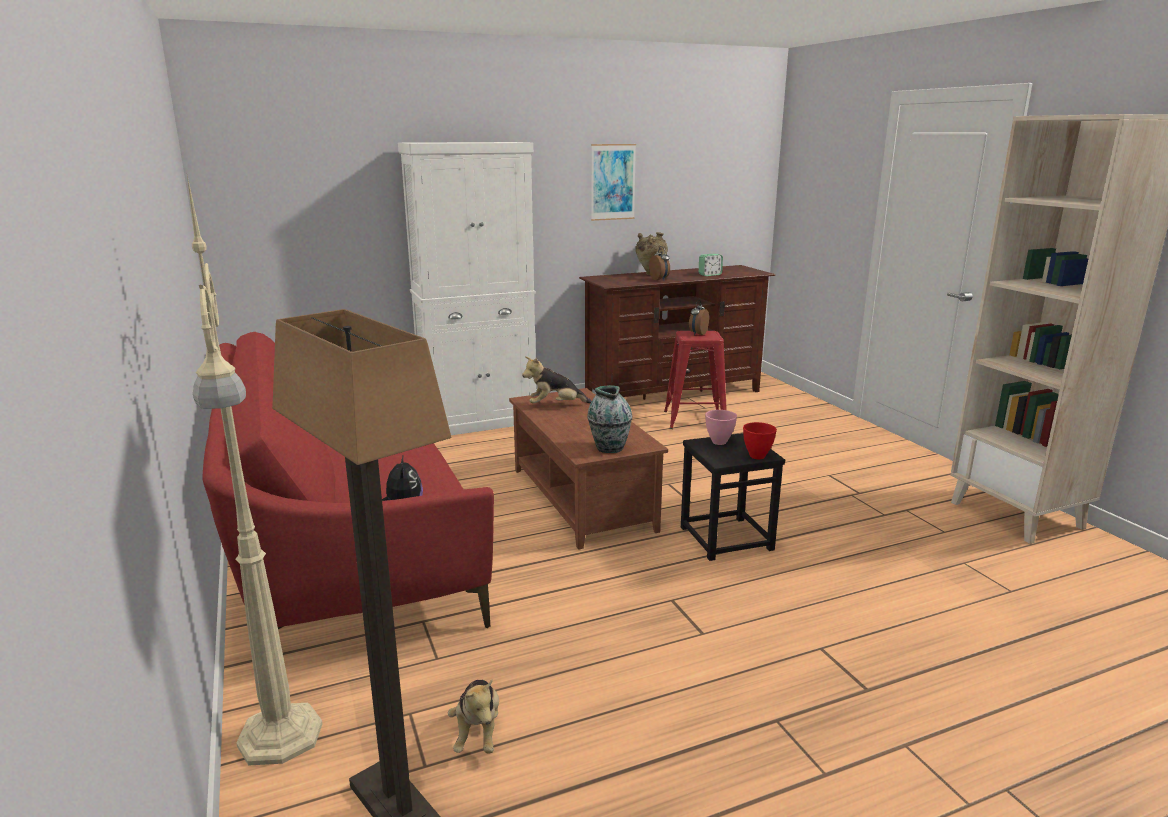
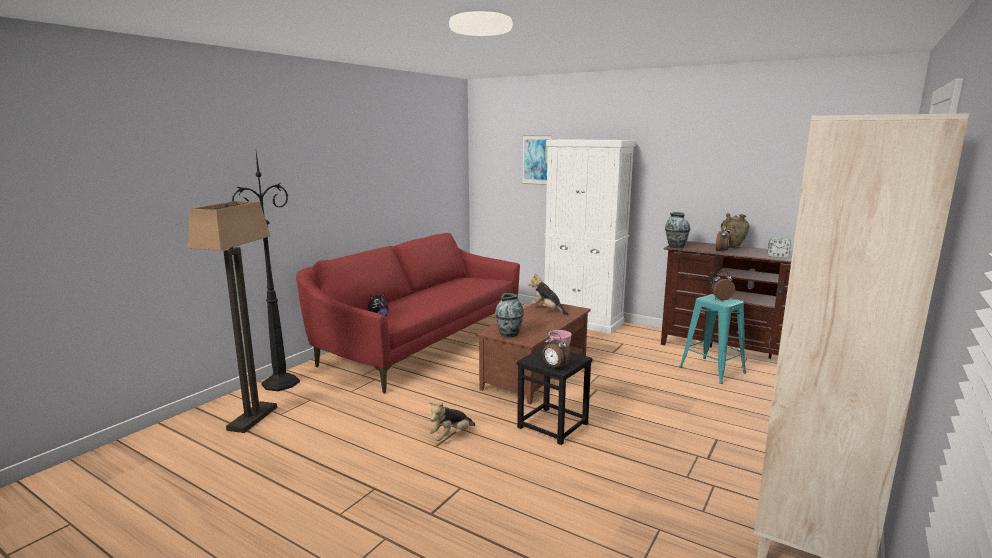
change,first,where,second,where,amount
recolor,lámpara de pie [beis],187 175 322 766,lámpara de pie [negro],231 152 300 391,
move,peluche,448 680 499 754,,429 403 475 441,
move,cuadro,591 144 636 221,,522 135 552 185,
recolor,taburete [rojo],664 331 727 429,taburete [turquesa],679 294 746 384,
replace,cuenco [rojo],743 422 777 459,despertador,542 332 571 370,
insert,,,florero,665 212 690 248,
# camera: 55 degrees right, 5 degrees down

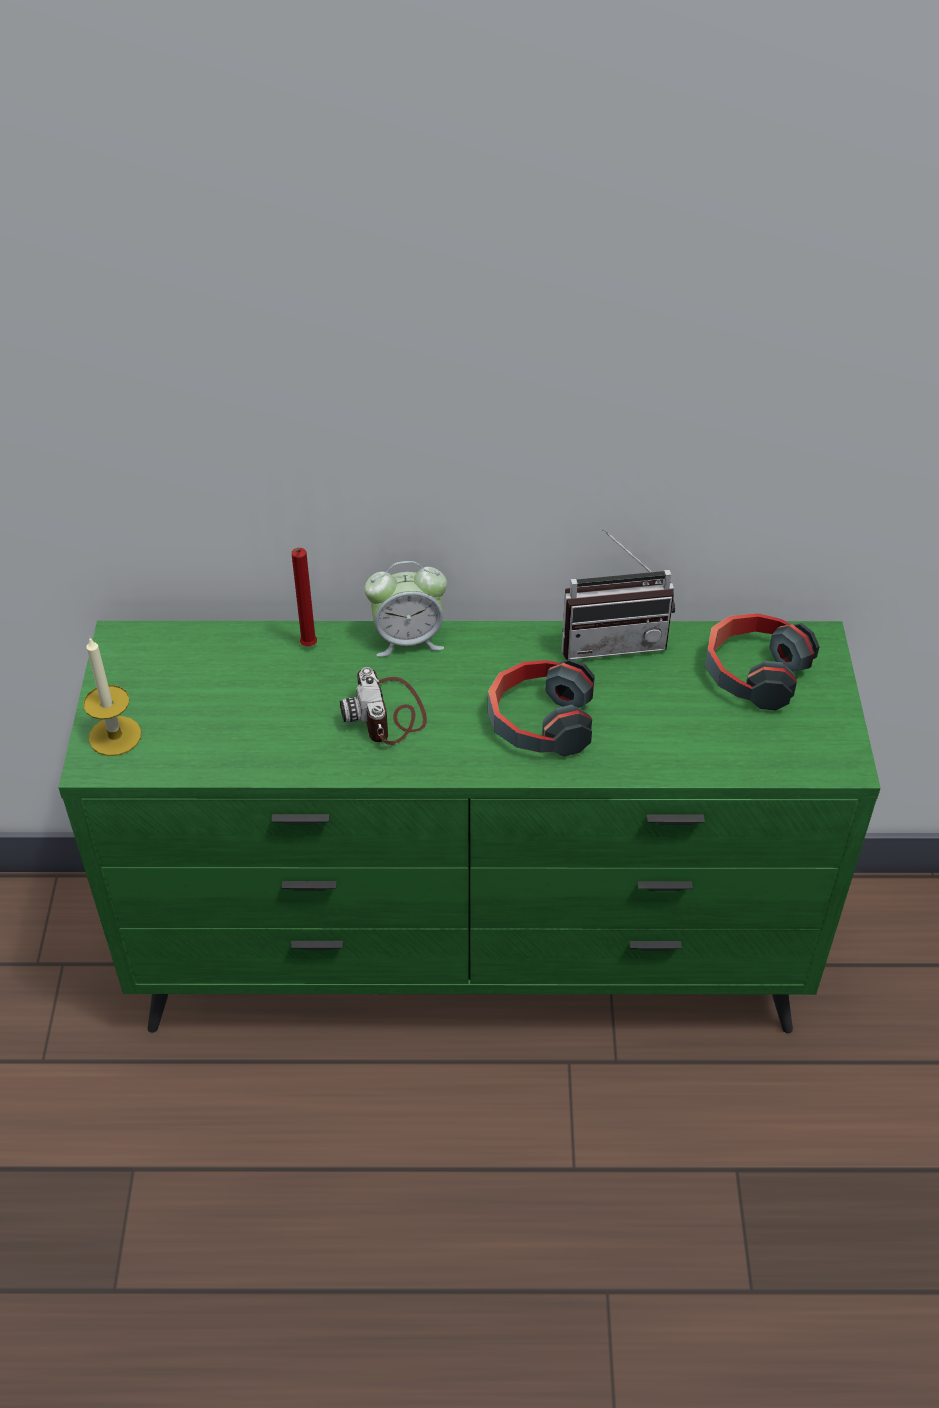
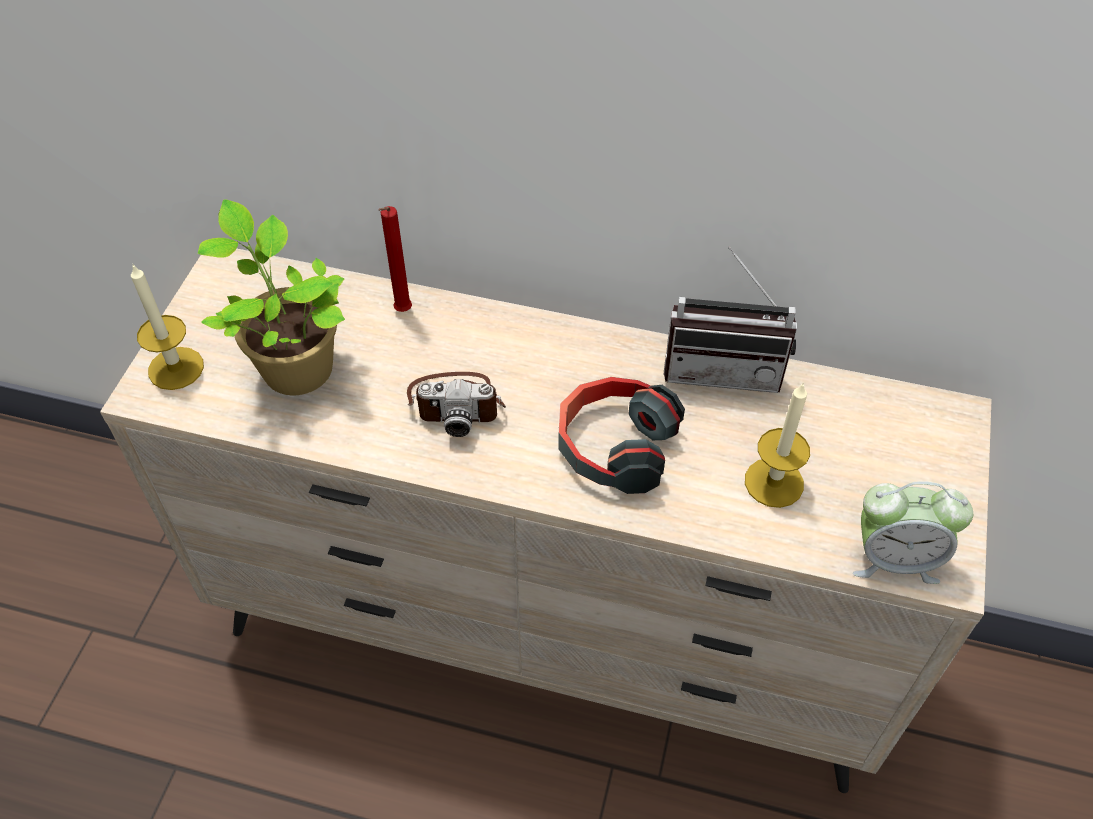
change,first,where,second,where,amount
recolor,cómoda [verde],58 621 881 1033,cómoda [beis],100 249 992 793,
rotate,cámara,340 667 427 745,,407 372 506 437,90 degrees counterclockwise
move,despertador,364 561 447 657,,853 481 973 584,
delete,auriculares,705 613 820 710,,,
insert,,,planta en maceta,198 199 345 395,
insert,,,vela,745 382 810 508,
# camera: 15 degrees right, 5 degrees up

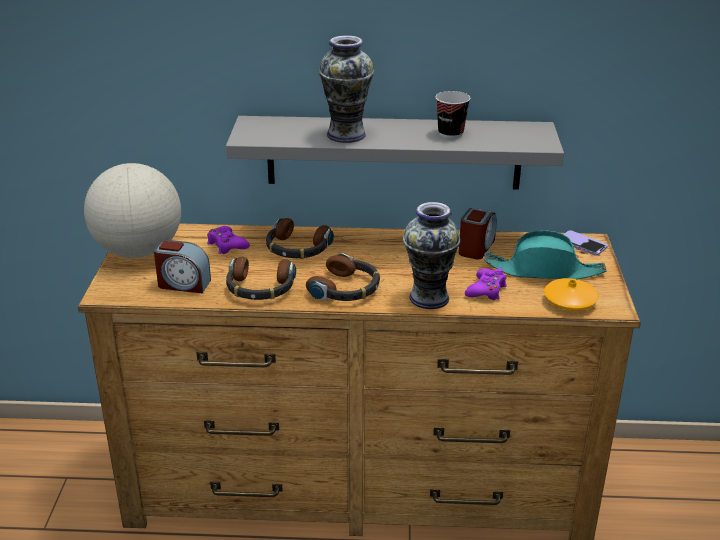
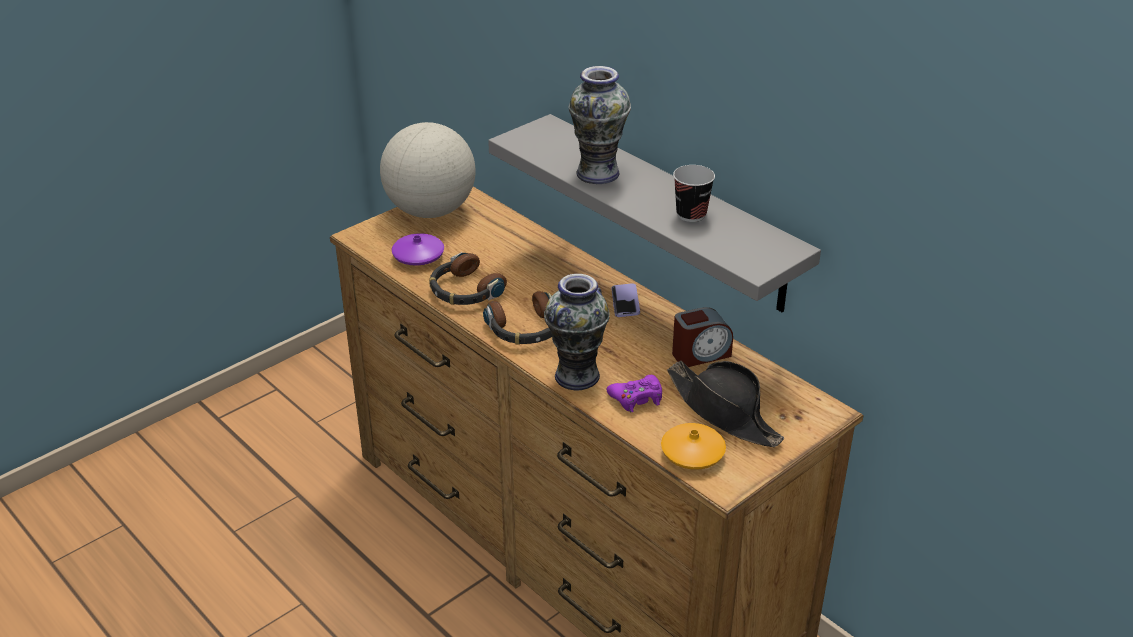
change,first,where,second,where,amount
replace,despertador,154 240 211 293,florero [morado],392 233 444 266,
delete,mando de consola [morado],207 226 250 254,,,
delete,auriculares,266 218 334 259,,,
recolor,sombrero [turquesa],484 230 607 279,sombrero [negro],667 361 784 447,
move,móvil,564 230 608 256,,611 283 640 317,
# camera: 45 degrees right, 5 degrees up

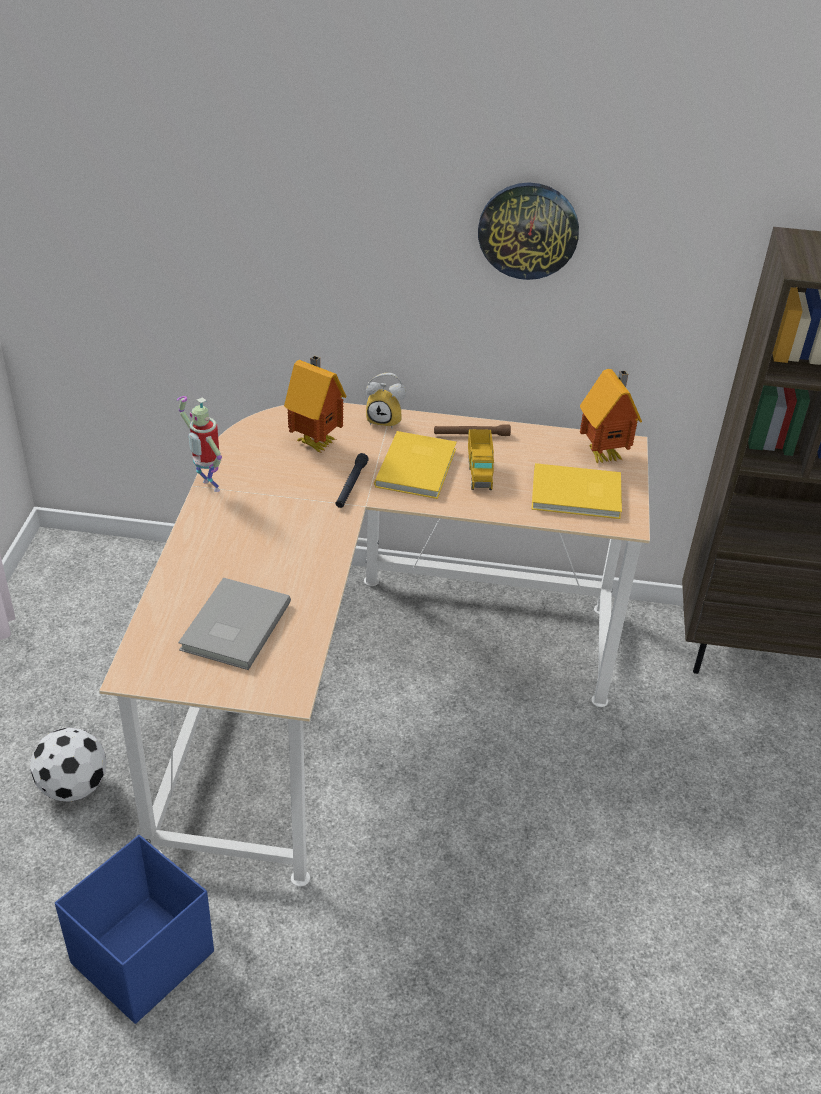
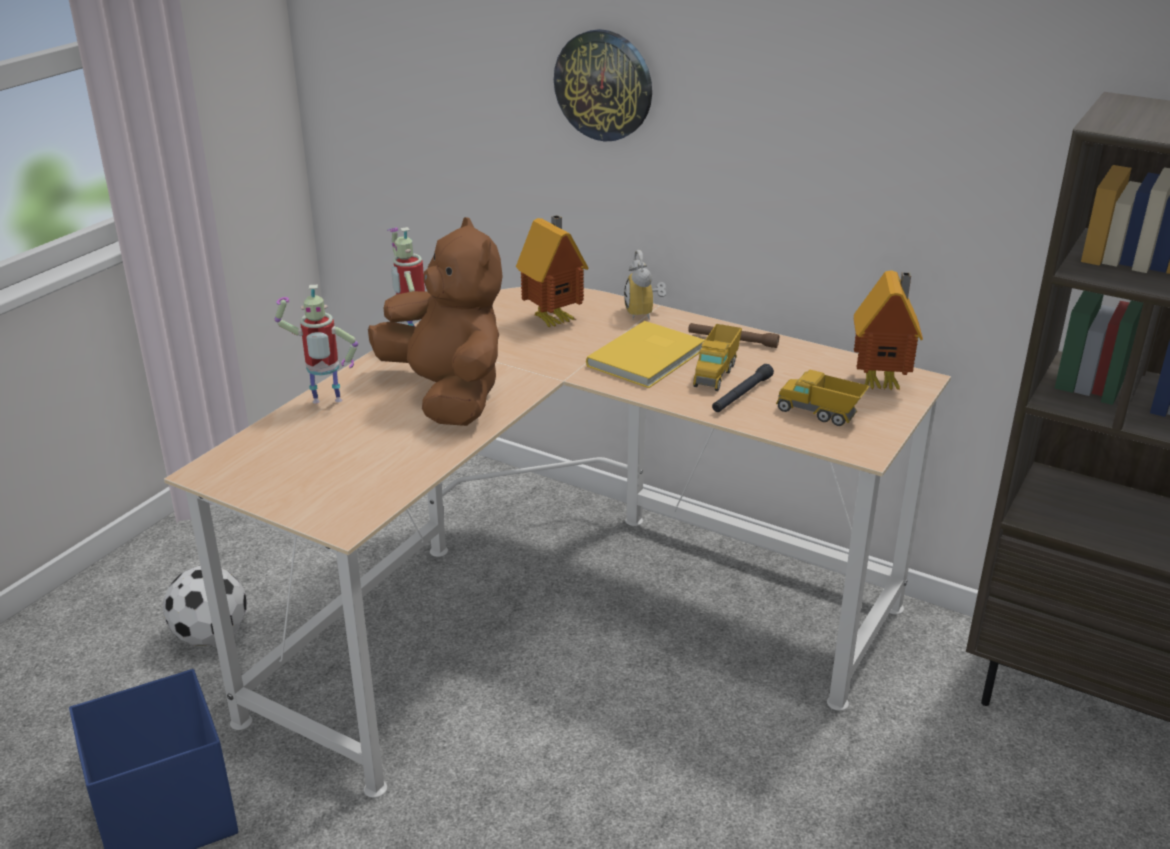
change,first,where,second,where,amount
delete,libro [gris],178 578 291 670,,,
move,linterna [negro],336 453 369 508,,712 364 774 412,
rotate,despertador,366 373 406 428,,624 250 666 321,45 degrees clockwise
move,reloj de pared,478 182 579 280,,554 29 652 141,
replace,libro [amarillo],531 463 622 519,camión de juguete,776 370 869 426,
insert,,,robot de juguete,275 285 358 404,
insert,,,peluche [marrón],368 217 503 426,
# camera: 25 degrees right, 10 degrees down

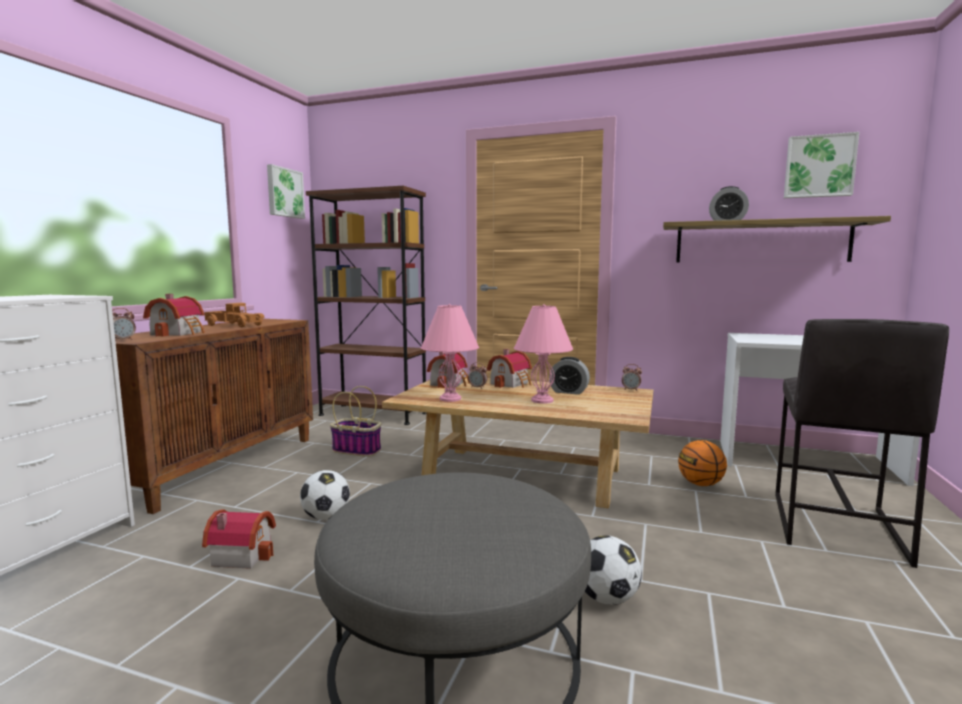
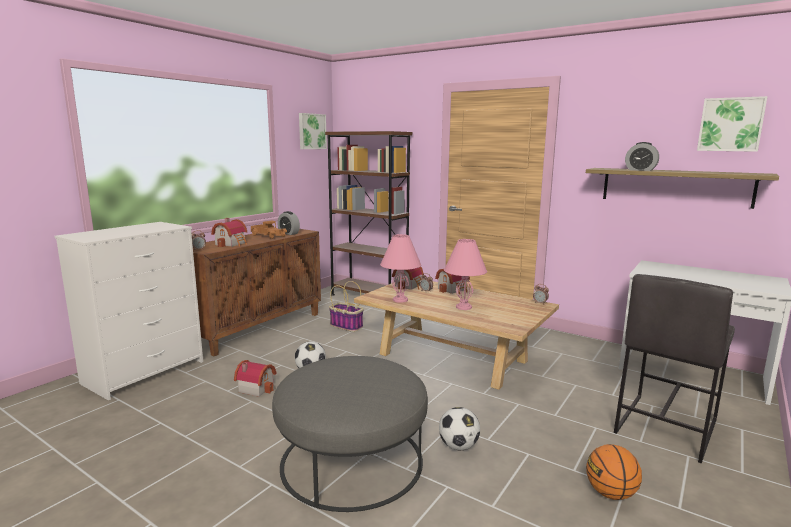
change,first,where,second,where,amount
move,despertador,549 357 590 395,,277 211 300 235,
move,balón de baloncesto,678 440 727 486,,586 444 642 500,
# camera: 15 degrees right, 5 degrees up

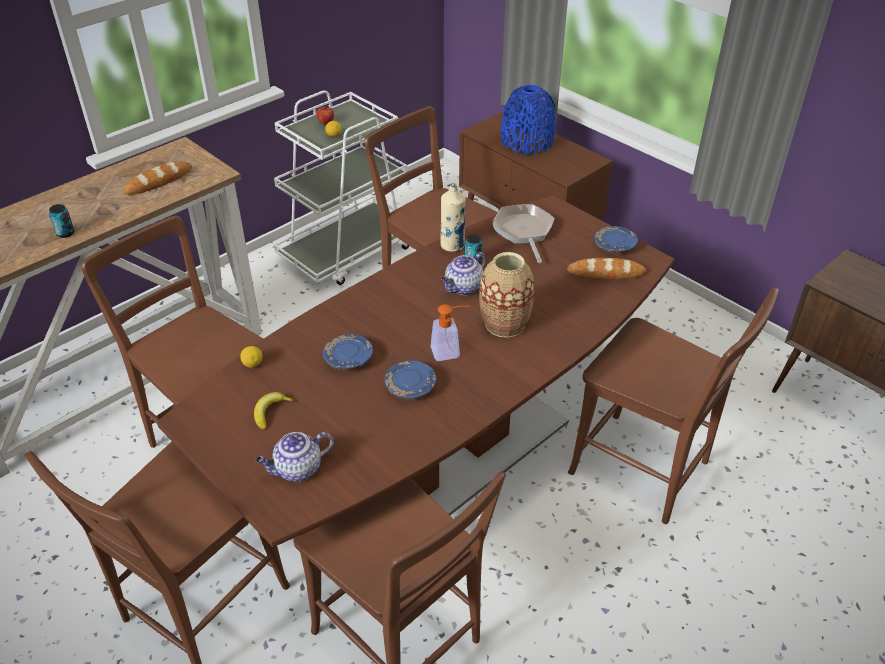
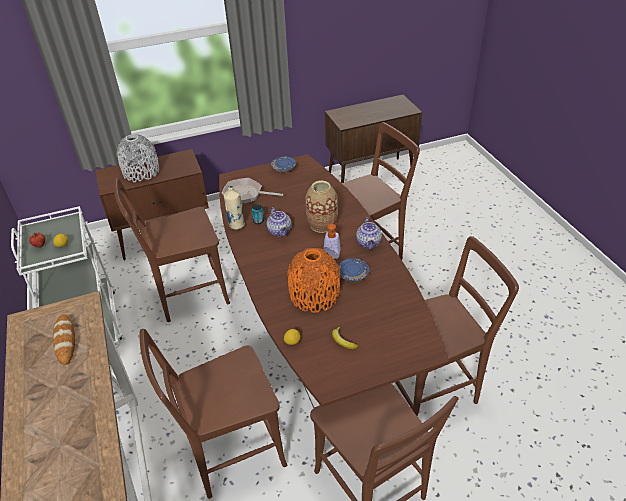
change,first,where,second,where,amount
delete,lata,49 204 75 238,,,
move,tetera,256 432 334 482,,356 217 382 249,
replace,plato [azul],323 334 373 370,florero [naranja],287 248 340 313,
recolor,florero [azul],501 85 556 155,florero [gris],116 134 159 182,
delete,pan,567 258 646 279,,,
# camera: 65 degrees left, 0 degrees up

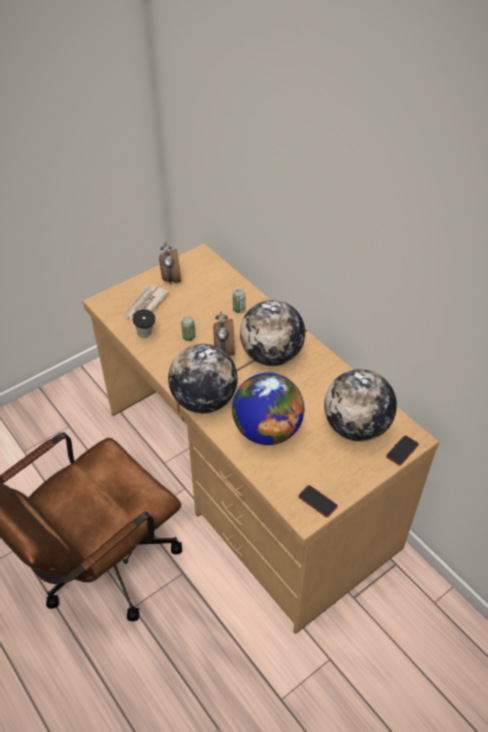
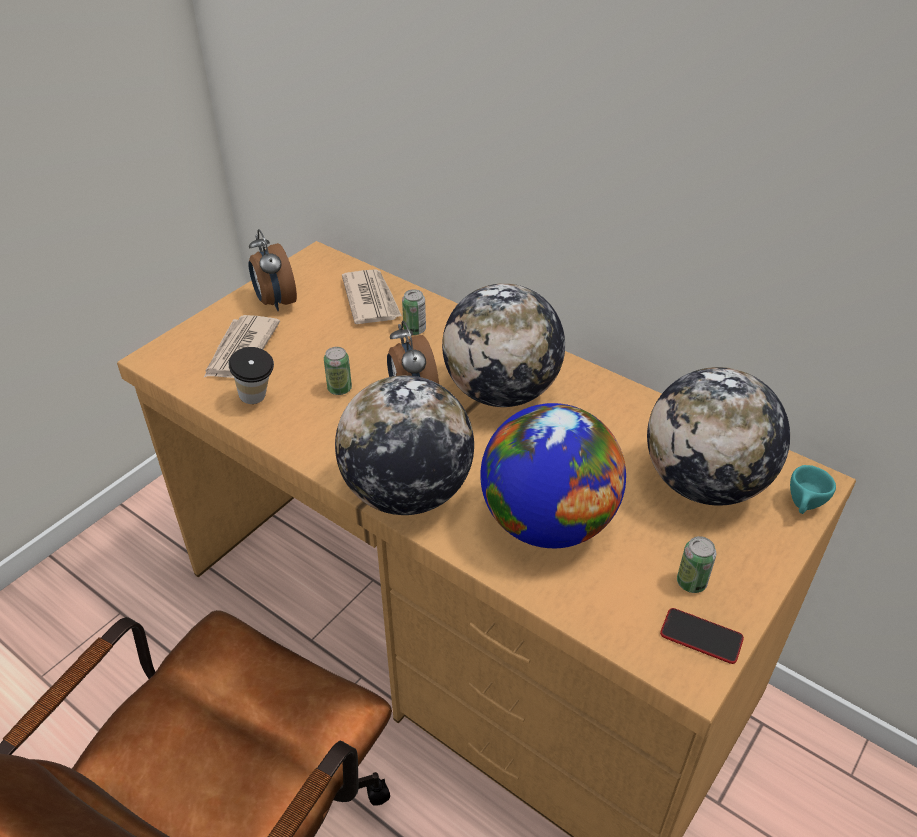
change,first,where,second,where,amount
replace,móvil,386 435 419 466,taza [turquesa],790 465 836 514,
insert,,,periódico,342 269 402 324,
insert,,,lata,677 536 716 593,
# camera: 15 degrees left, 5 degrees down

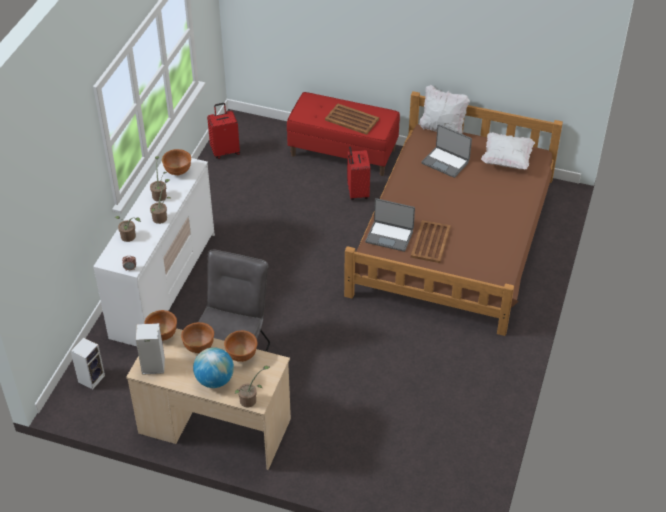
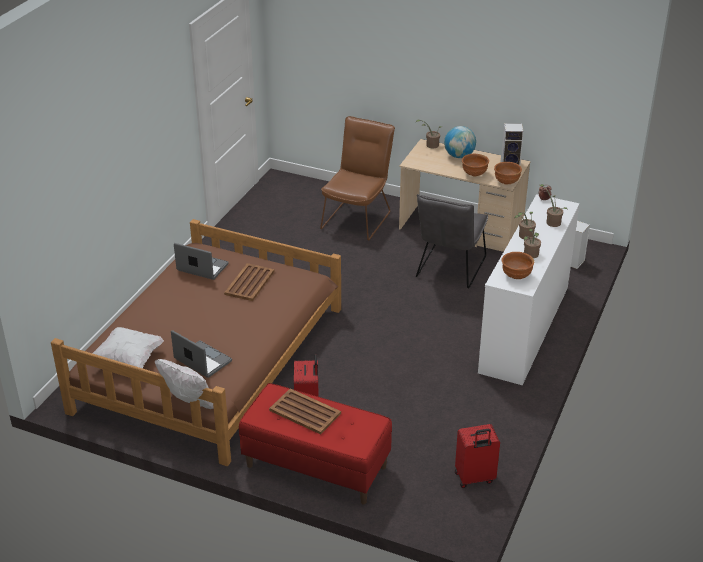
change,first,where,second,where,amount
delete,cuenco [marrón],224 330 257 362,,,
move,portátil,365 198 415 252,,174 243 228 280,
insert,,,silla [marrón],320 116 395 241,
# camera: 175 degrees left, 10 degrees down

